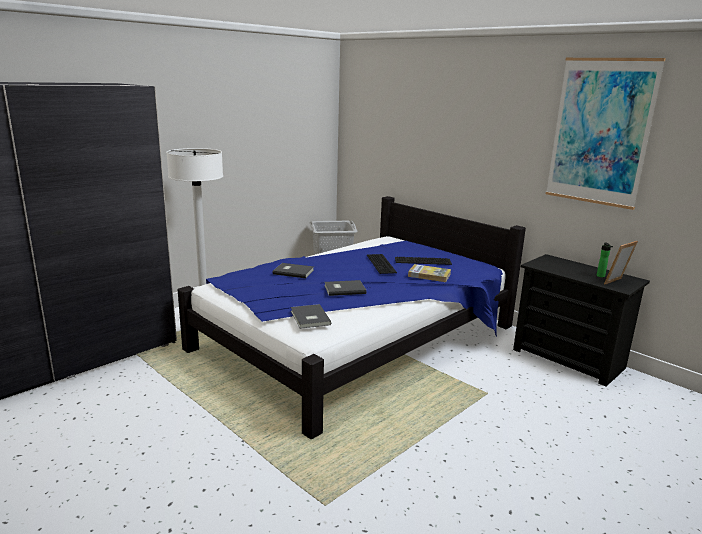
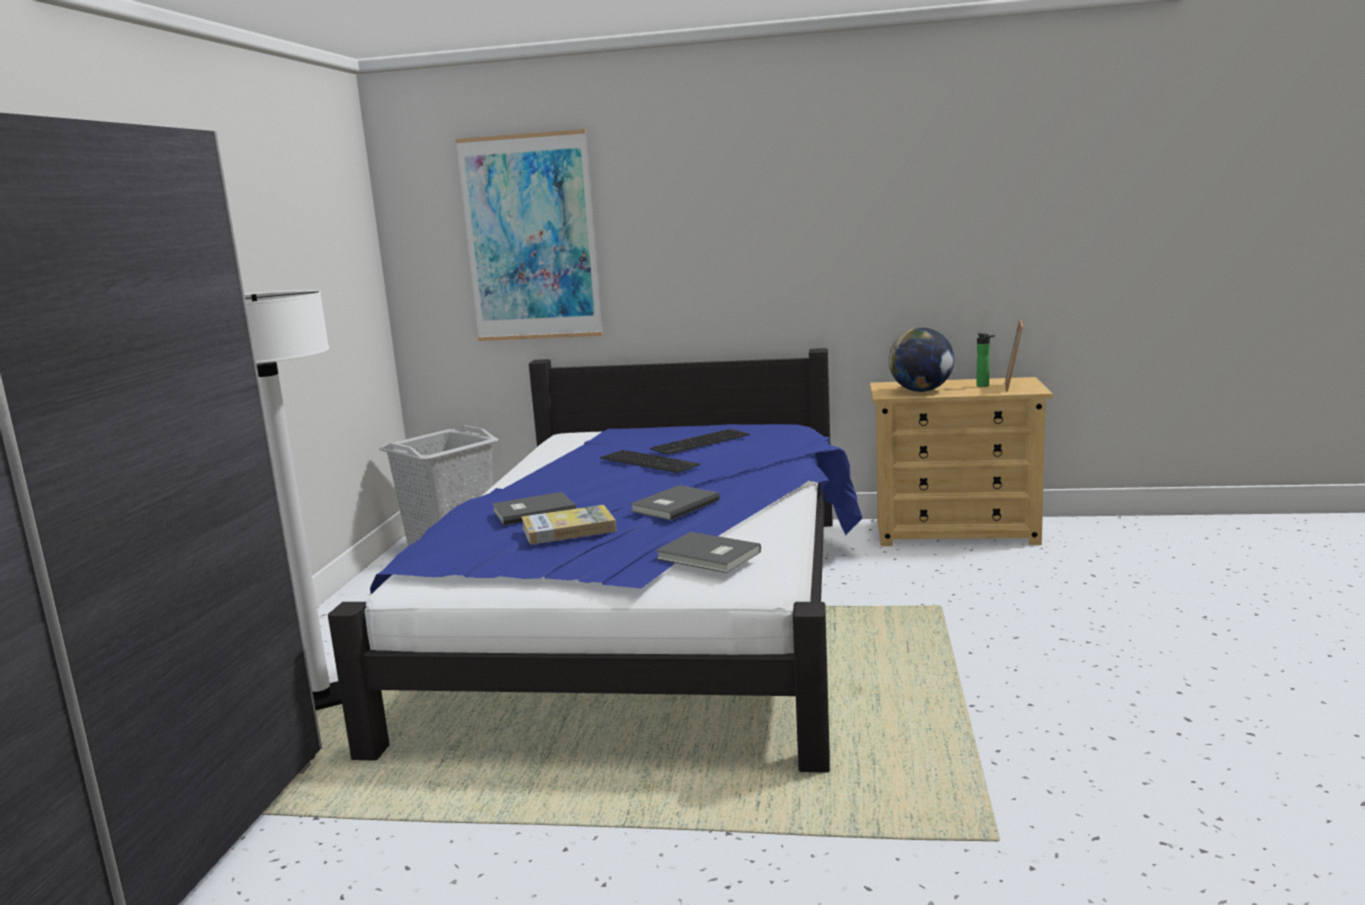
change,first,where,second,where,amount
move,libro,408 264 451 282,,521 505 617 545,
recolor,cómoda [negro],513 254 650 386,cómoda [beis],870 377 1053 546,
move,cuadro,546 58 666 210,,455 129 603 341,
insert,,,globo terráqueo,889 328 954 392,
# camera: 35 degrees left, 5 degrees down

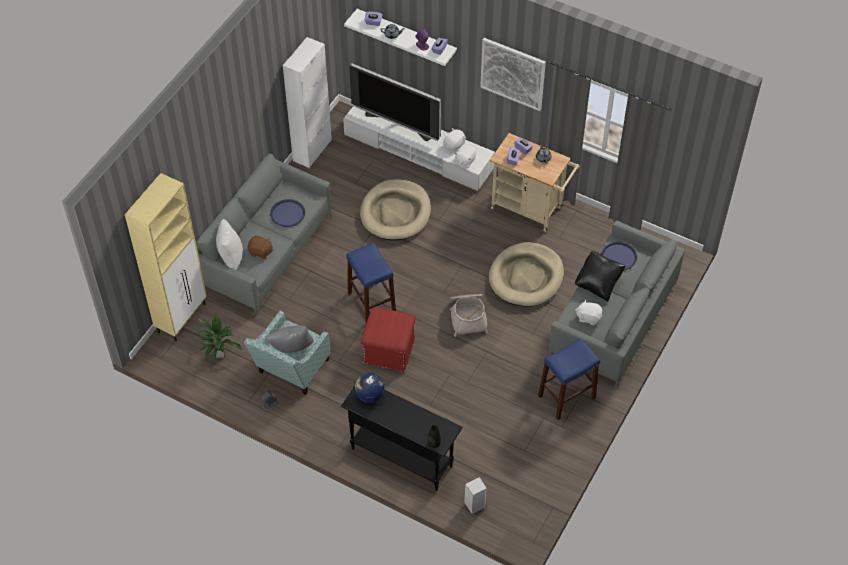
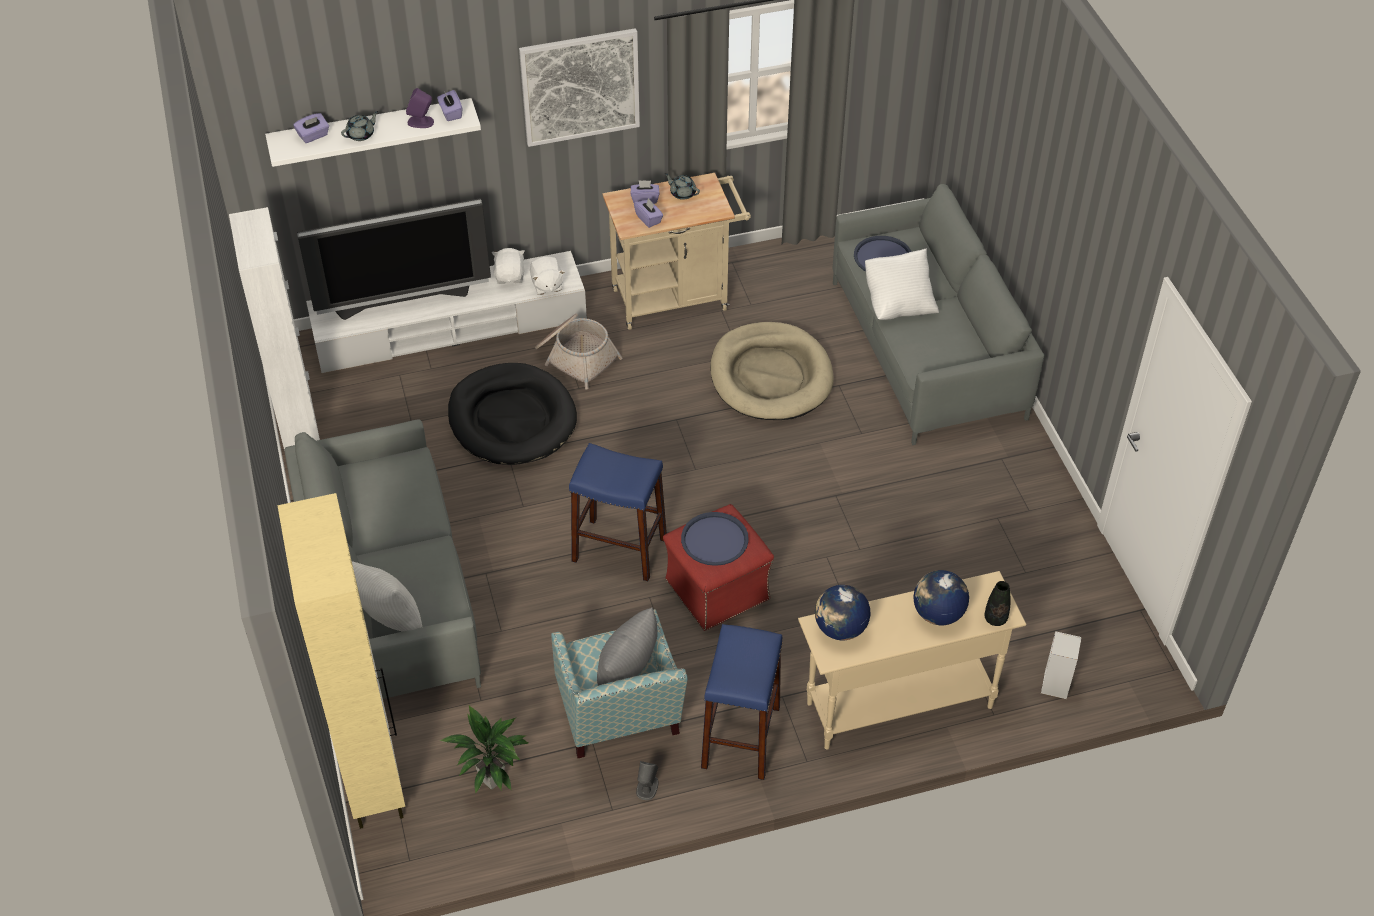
change,first,where,second,where,amount
delete,peluche [marrón],247 236 273 259,,,
move,bandeja [azul],270 199 305 227,,681 512 749 566,
recolor,mesa consola [negro],341 386 463 491,mesa consola [beis],798 571 1026 749,
recolor,cama para perro [beis],360 179 431 241,cama para perro [negro],448 363 577 465,
move,cesta,450 294 488 337,,535 314 623 389,
move,taburete [azul],538 338 600 420,,701 624 783 780,
recolor,cojín [negro],575 251 626 302,cojín [blanco],865 248 939 320,
delete,peluche [blanco],575 299 602 325,,,
insert,,,globo terráqueo,913 570 969 625,
# camera: 45 degrees left, 5 degrees down

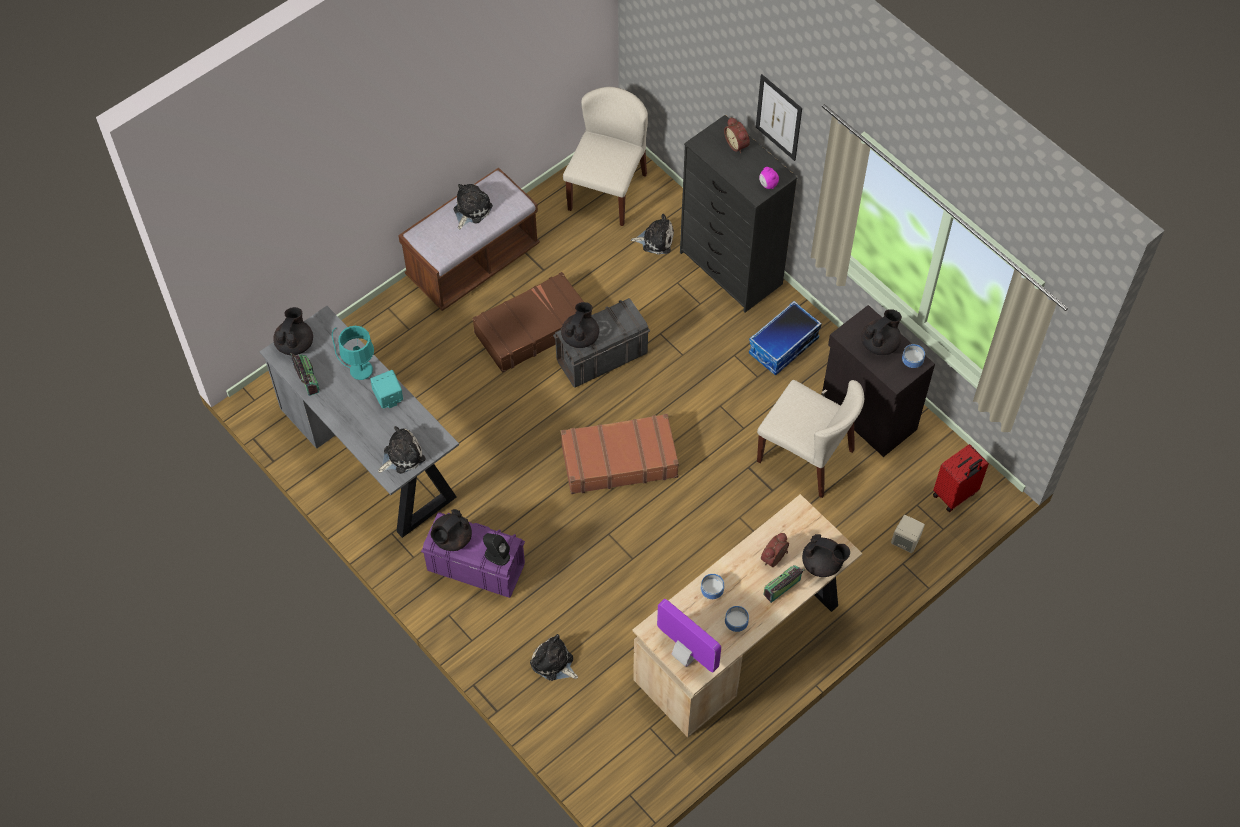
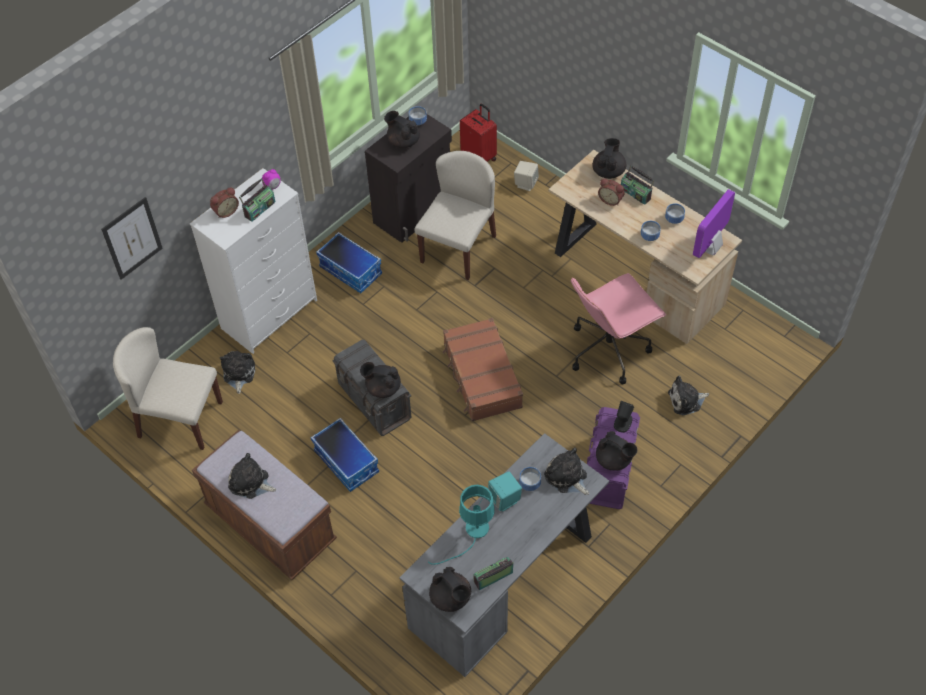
change,first,where,second,where,amount
rotate,tetera [negro],273 307 313 355,,429 567 471 612,135 degrees counterclockwise
replace,maleta [marrón],473 272 584 373,caja de almacenaje,311 418 379 492,
rotate,peluche,530 634 578 681,,668 376 709 415,45 degrees clockwise
recolor,cómoda [negro],680 115 798 312,cómoda [blanco],190 168 317 354,
move,cuadro,756 74 802 161,,101 197 163 280,
insert,,,radio,239 178 275 222,
insert,,,cuenco,519 467 541 491,
insert,,,silla de oficina [rosa],571 273 666 384,
# camera: 95 degrees left, 5 degrees down

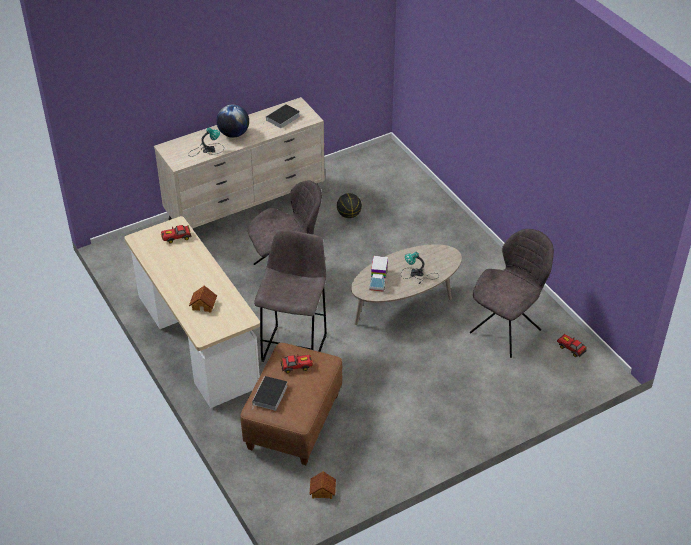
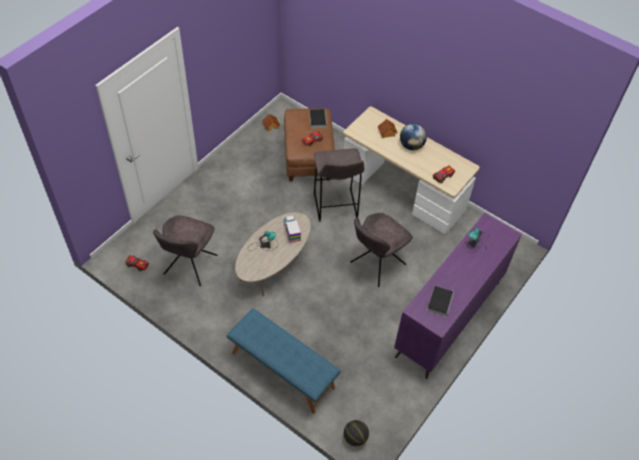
change,first,where,second,where,amount
recolor,cómoda [beis],154 97 325 229,cómoda [morado],394 213 522 379,
move,globo terráqueo,216 104 249 138,,400 123 427 150,
move,balón de baloncesto,337 193 362 218,,344 420 369 446,
insert,,,banco [azul],227 308 341 414,
# camera: 155 degrees right, 10 degrees up

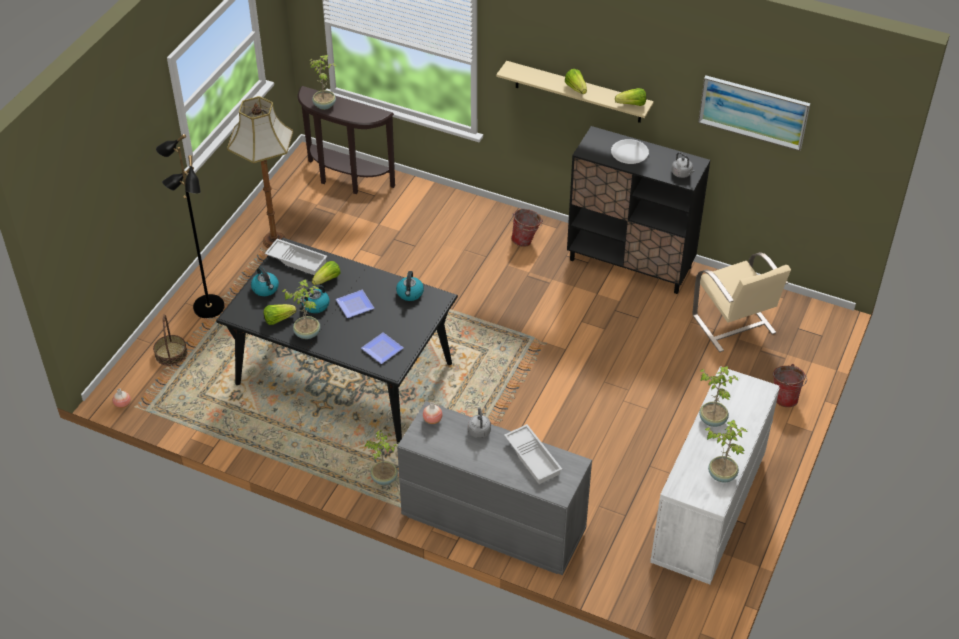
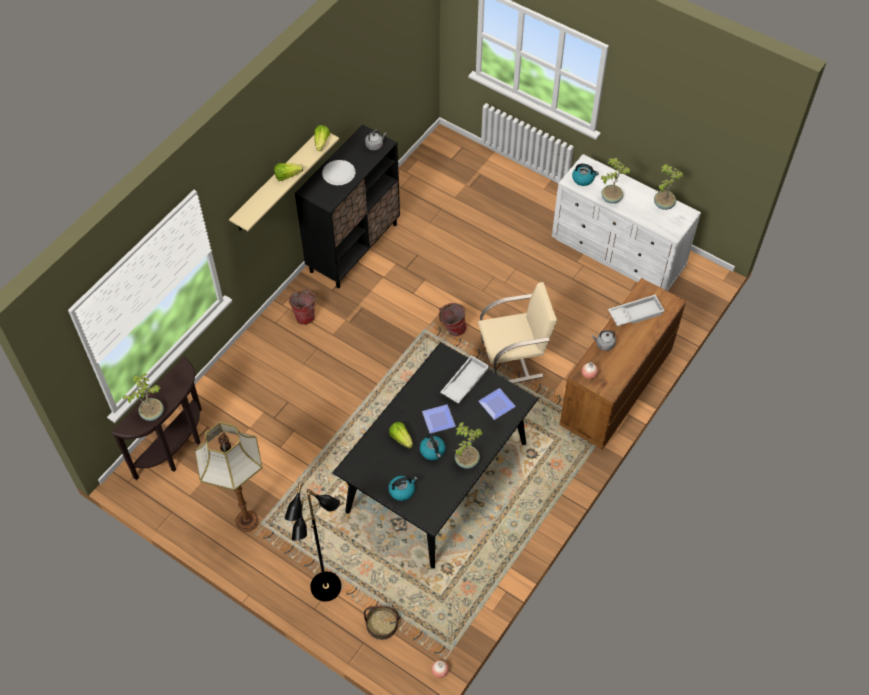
change,first,where,second,where,amount
delete,lechuga,264 304 296 325,,,
move,bandeja [blanco],265 239 327 275,,440 355 489 404,
delete,planta en maceta,364 430 399 485,,,
move,hervidor,396 271 424 301,,572 164 599 186,
recolor,cómoda [gris],397 401 592 575,cómoda [marrón],559 278 686 449,
move,silla [beis],692 252 791 352,,478 282 557 383,
delete,cuadro,698 76 810 151,,,
move,cubo,772 364 807 407,,439 303 467 336,
# camera: 80 degrees left, 10 degrees up

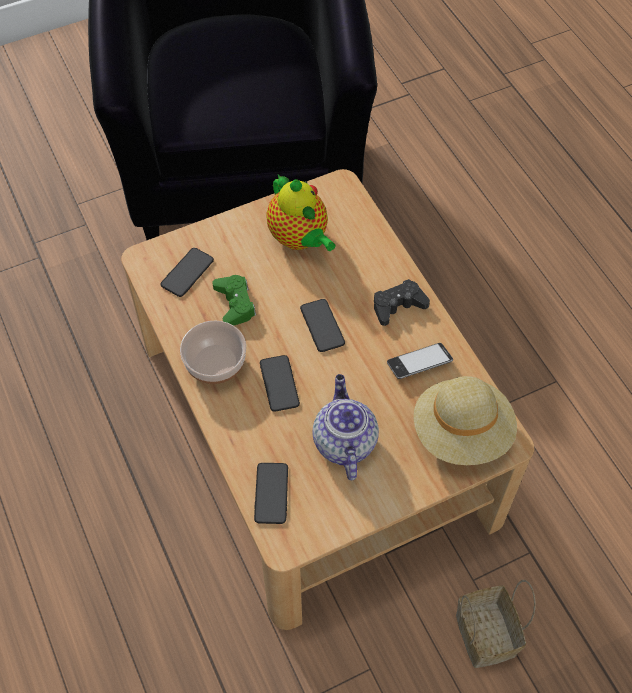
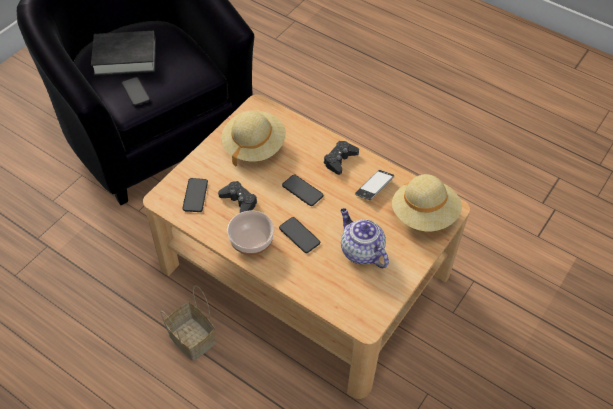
change,first,where,second,where,amount
recolor,mando de consola [verde],212 275 256 326,mando de consola [negro],218 181 257 213,
move,móvil,254 463 288 524,,121 77 150 106,
replace,tetera,266 175 335 251,sombrero [beis],221 110 286 167,
move,cesta,456 580 536 668,,161 285 216 361,
insert,,,libro [negro],91 30 156 76,
# camera: 30 degrees left, 5 degrees down

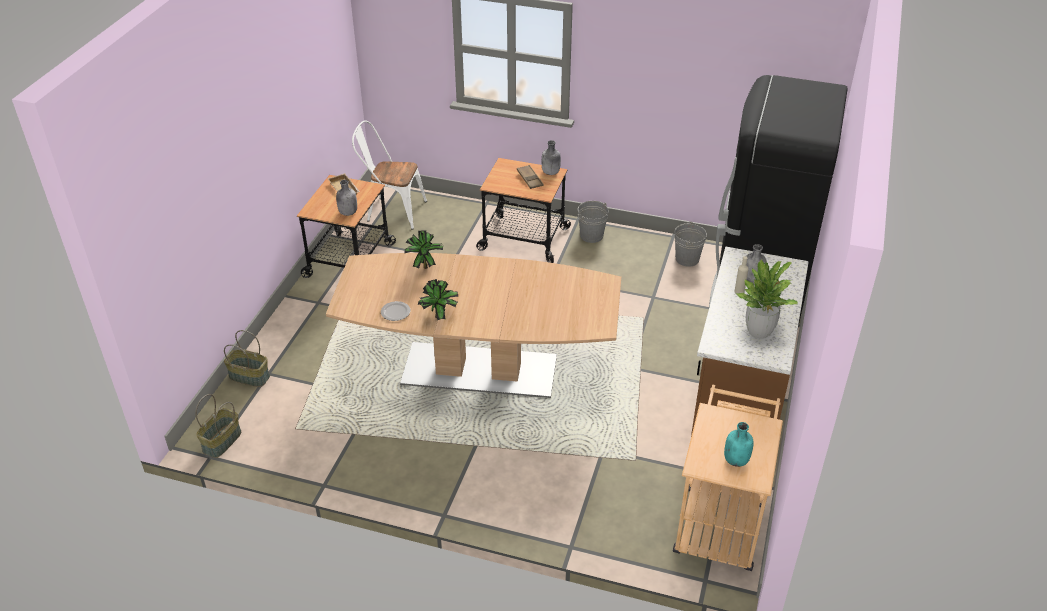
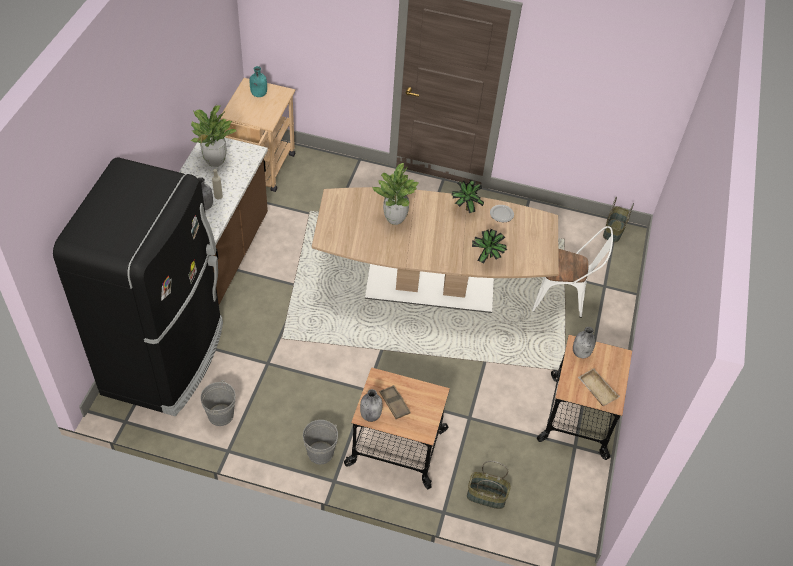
change,first,where,second,where,amount
move,cesta,224 330 270 387,,467 461 511 509,
move,silla [blanco],352 121 427 230,,532 226 613 318,
insert,,,planta en maceta,372 163 419 225,
# camera: 175 degrees right, 10 degrees up

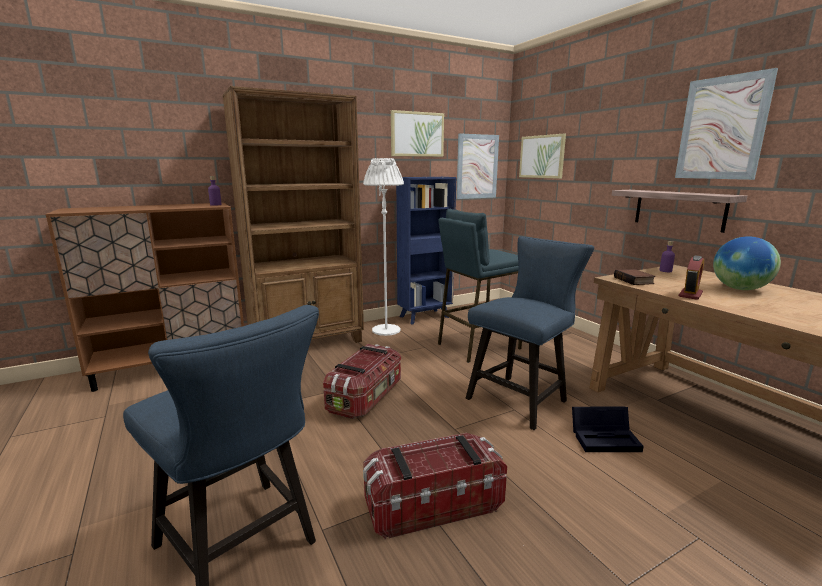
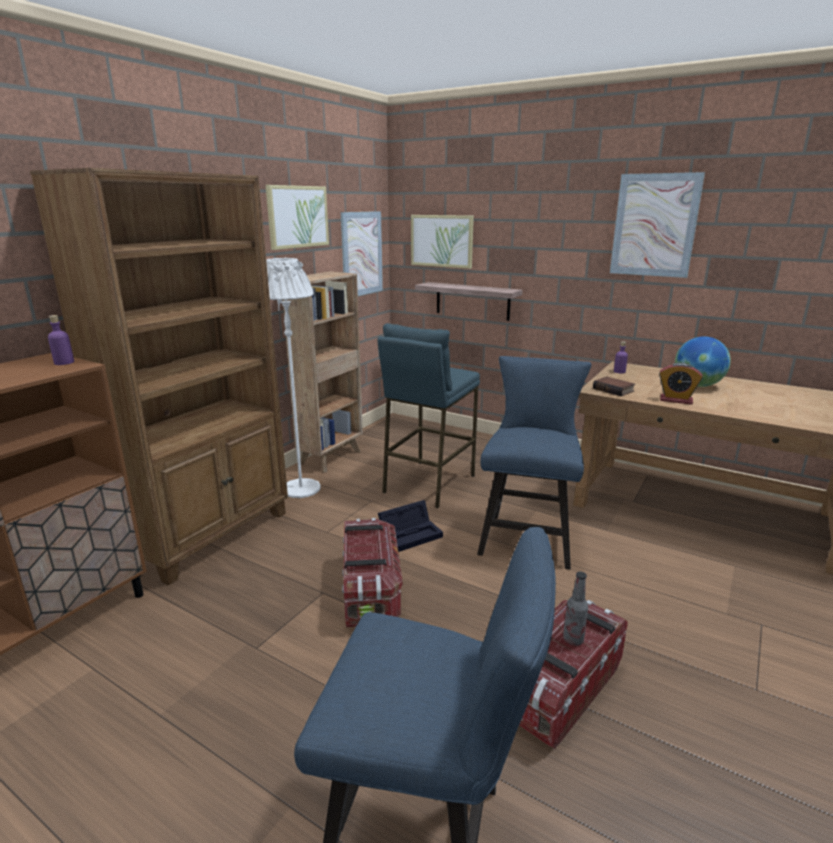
change,first,where,second,where,amount
recolor,estantería [azul],396 177 456 325,estantería [marrón],283 272 363 472,
move,caja de almacenaje [negro],572 407 644 452,,378 500 443 552,
move,estante,612 190 747 233,,415 282 522 321,
rotate,despertador,679 256 704 300,,659 363 703 405,105 degrees clockwise
insert,,,botella,563 572 588 646,
# camera: 30 degrees left, 5 degrees up

